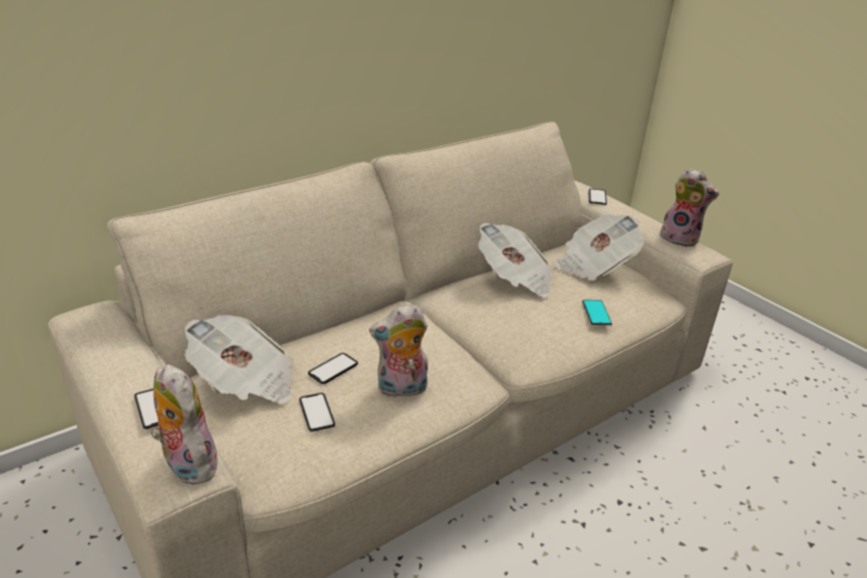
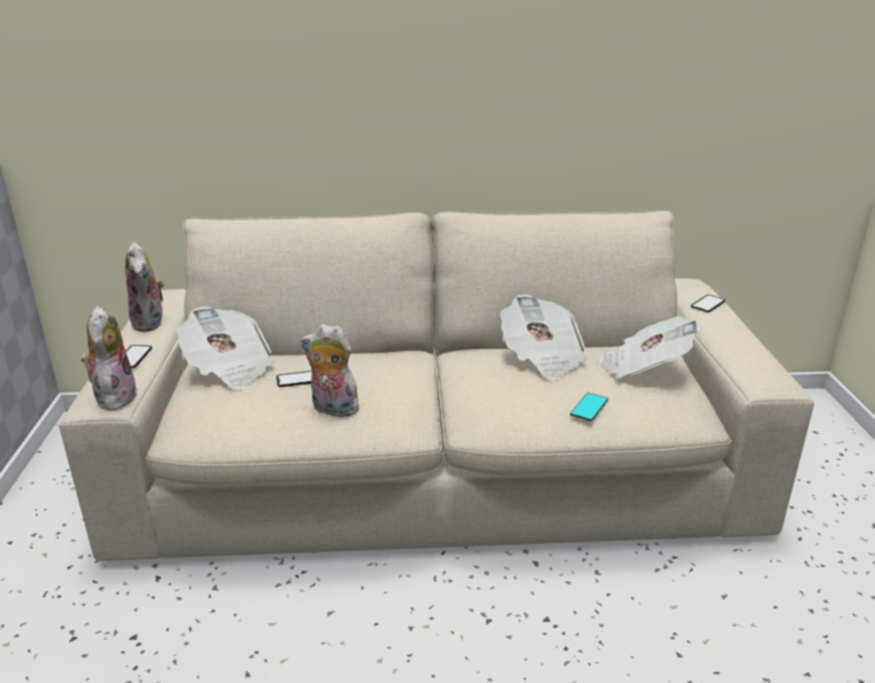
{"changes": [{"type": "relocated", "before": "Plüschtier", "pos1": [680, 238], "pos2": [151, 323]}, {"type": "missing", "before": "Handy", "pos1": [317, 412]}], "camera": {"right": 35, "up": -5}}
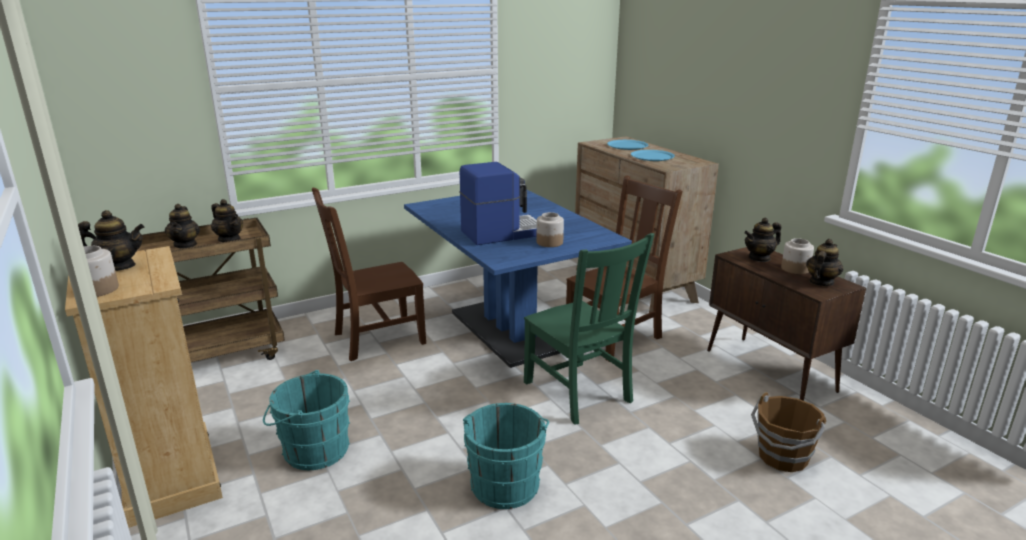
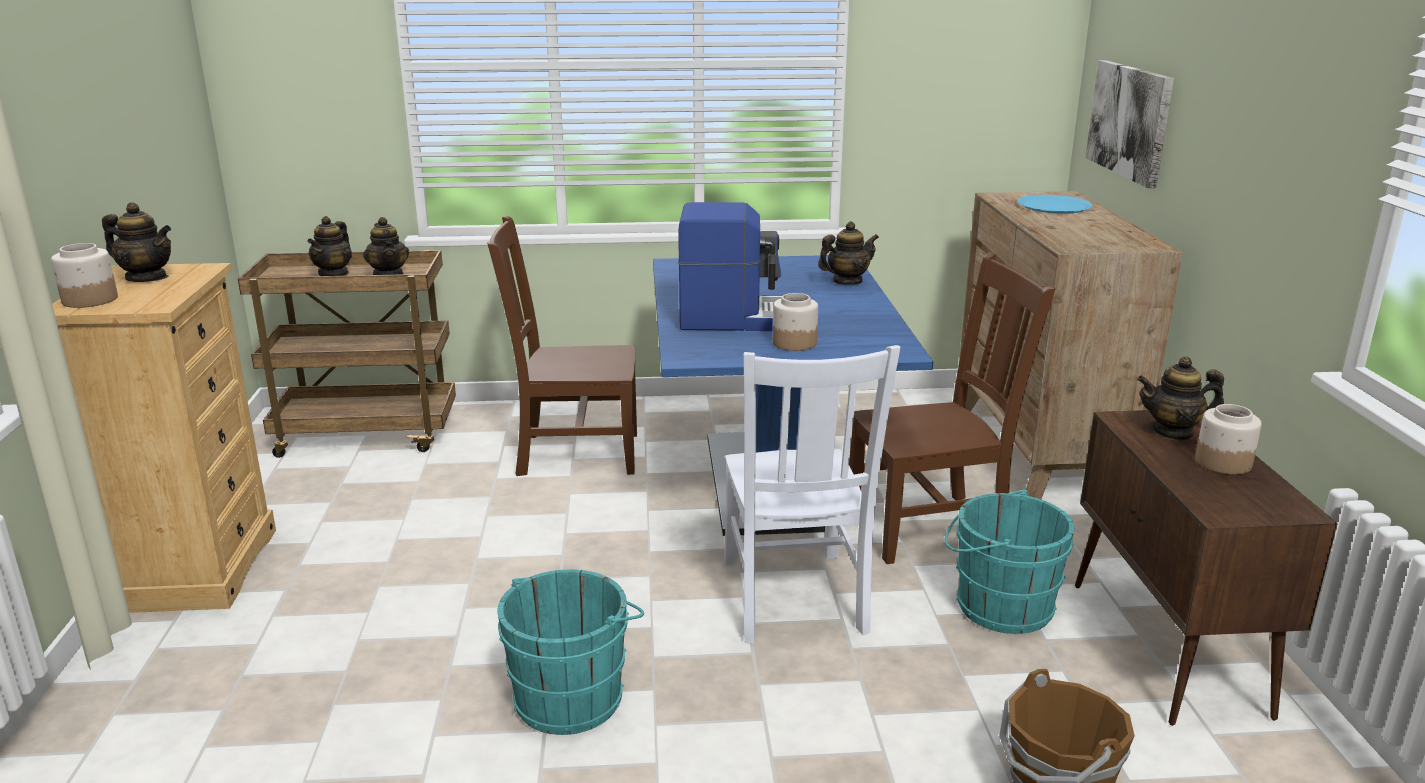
{"changes": [{"type": "missing", "before": "Teller/blau", "pos1": [652, 156]}, {"type": "colour", "before": "Stuhl/grün", "after": "Stuhl/weiß", "pos1": [579, 393], "pos2": [794, 599]}, {"type": "relocated", "before": "Teekanne", "pos1": [820, 282], "pos2": [847, 281]}, {"type": "relocated", "before": "Eimer/türkis", "pos1": [312, 450], "pos2": [998, 605]}, {"type": "appeared", "after": "Bild", "pos2": [1130, 121]}], "camera": {"right": 25, "up": 0}}
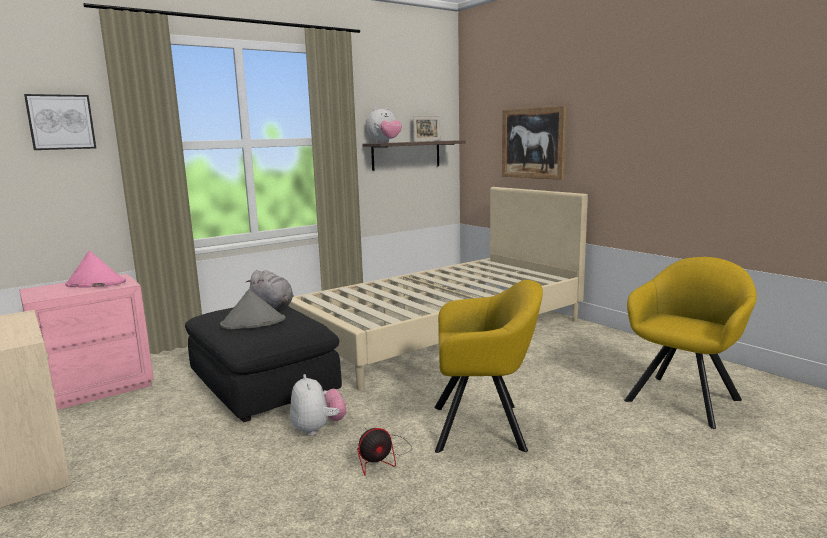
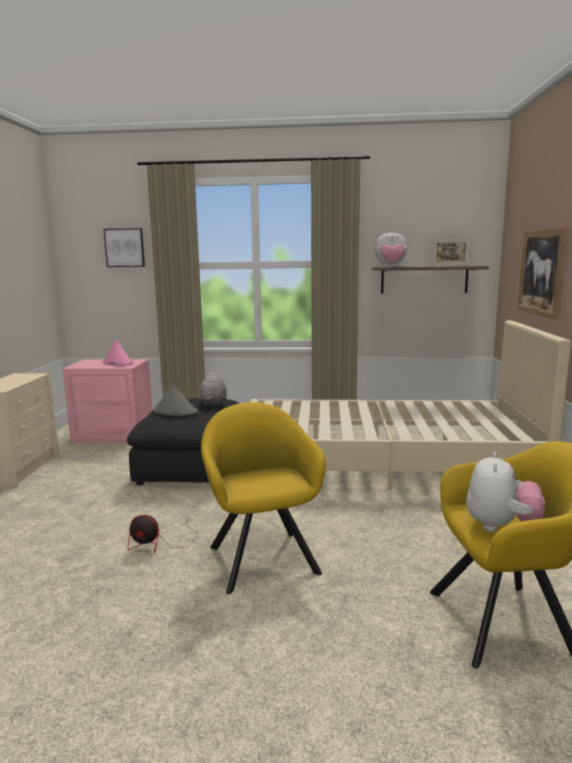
{"changes": [{"type": "spun", "before": "Sessel/gelb", "pos1": [485, 427], "pos2": [262, 556], "turn": -150}, {"type": "relocated", "before": "Plüschtier", "pos1": [318, 429], "pos2": [501, 526]}], "camera": {"right": 40, "up": 0}}
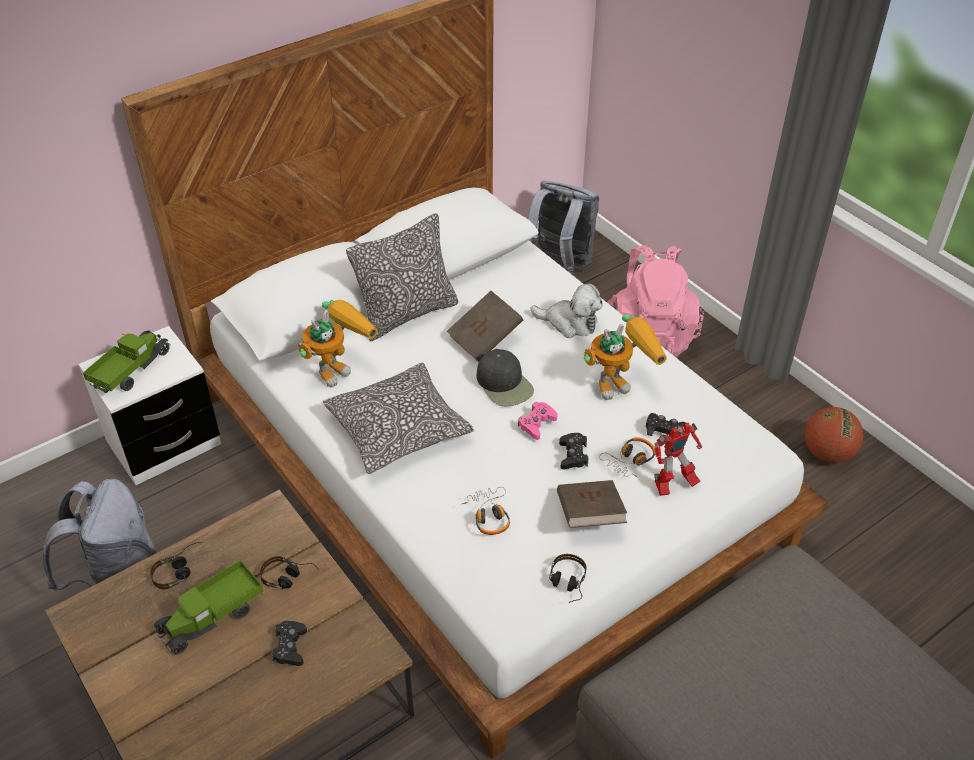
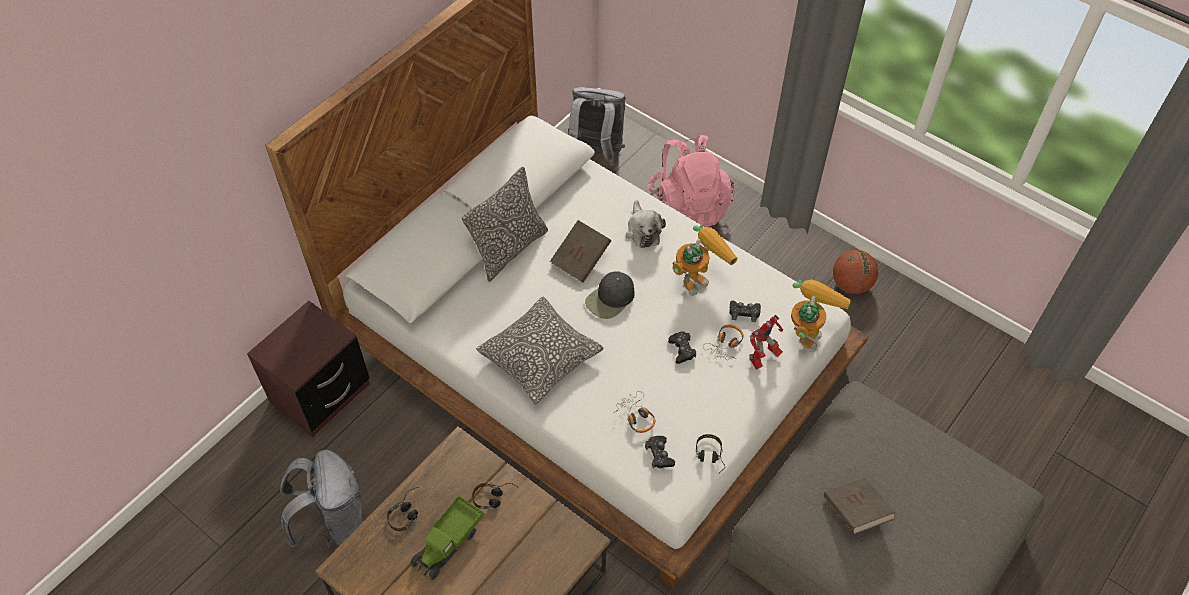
{"changes": [{"type": "spun", "before": "Plüschtier", "pos1": [569, 323], "pos2": [643, 230], "turn": 75}, {"type": "relocated", "before": "Spielzeugroboter", "pos1": [339, 366], "pos2": [808, 331]}, {"type": "colour", "before": "Nachttisch/weiß", "after": "Nachttisch/braun", "pos1": [164, 443], "pos2": [321, 394]}, {"type": "missing", "before": "Spielzeuglaster", "pos1": [131, 371]}, {"type": "spun", "before": "Kappe/schwarz", "pos1": [504, 384], "pos2": [610, 299], "turn": 90}, {"type": "missing", "before": "Gamepad/rosa", "pos1": [537, 424]}, {"type": "relocated", "before": "Buch/braun", "pos1": [589, 516], "pos2": [855, 512]}, {"type": "relocated", "before": "Gamepad/schwarz", "pos1": [290, 647], "pos2": [659, 455]}], "camera": {"right": -15, "up": 10}}
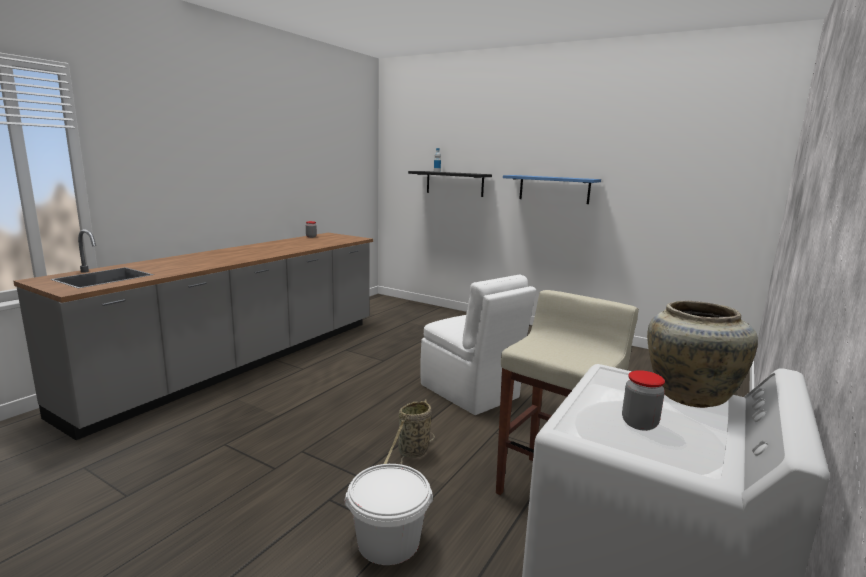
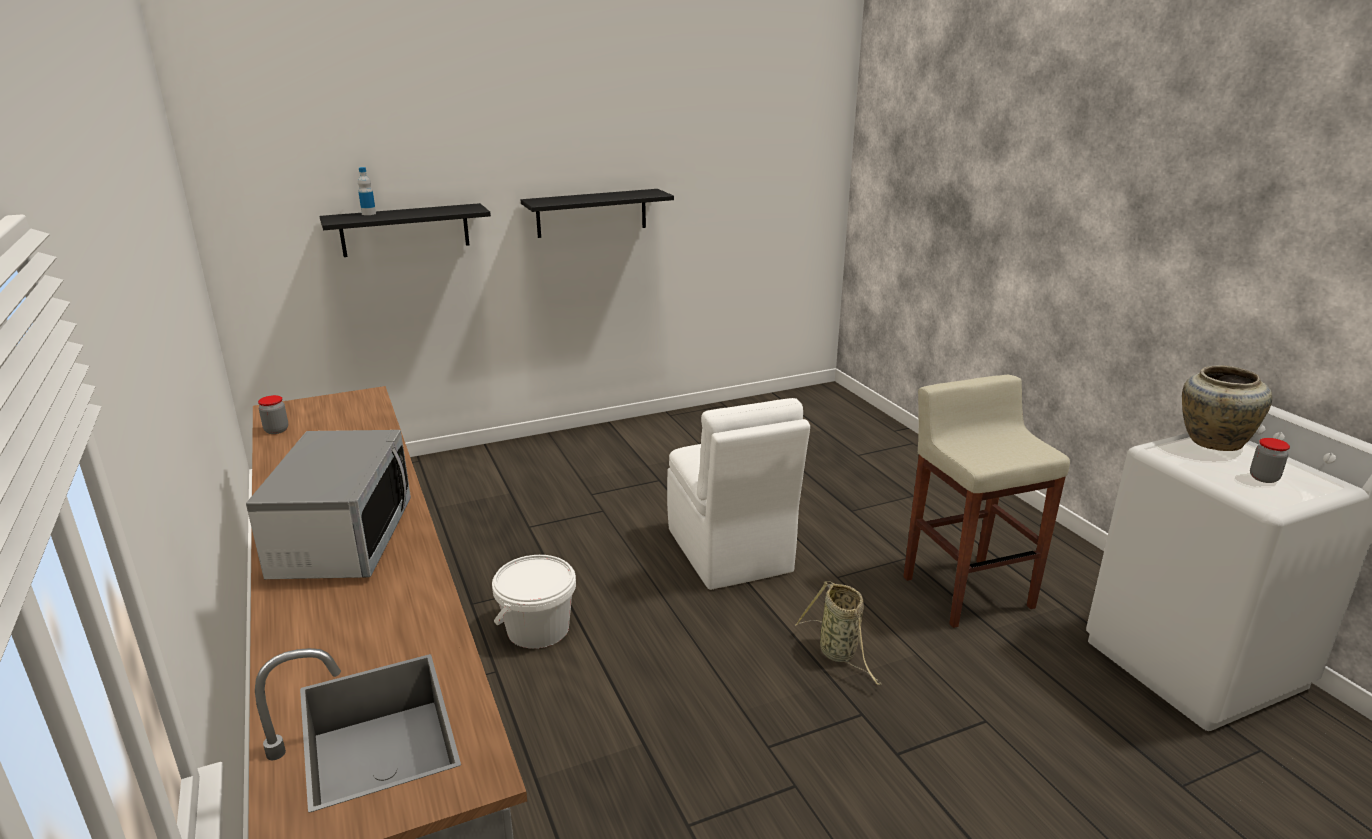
{"changes": [{"type": "colour", "before": "Wandregal/blau", "after": "Wandregal/schwarz", "pos1": [554, 189], "pos2": [591, 213]}, {"type": "spun", "before": "Stuhl/weiß", "pos1": [470, 392], "pos2": [730, 552], "turn": 75}, {"type": "relocated", "before": "Eimer/weiß", "pos1": [388, 541], "pos2": [538, 629]}, {"type": "appeared", "after": "Mikrowelle", "pos2": [342, 540]}], "camera": {"right": -55, "up": 10}}
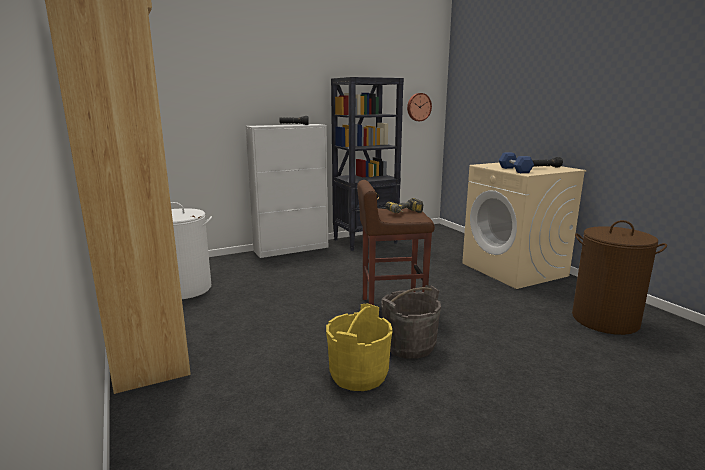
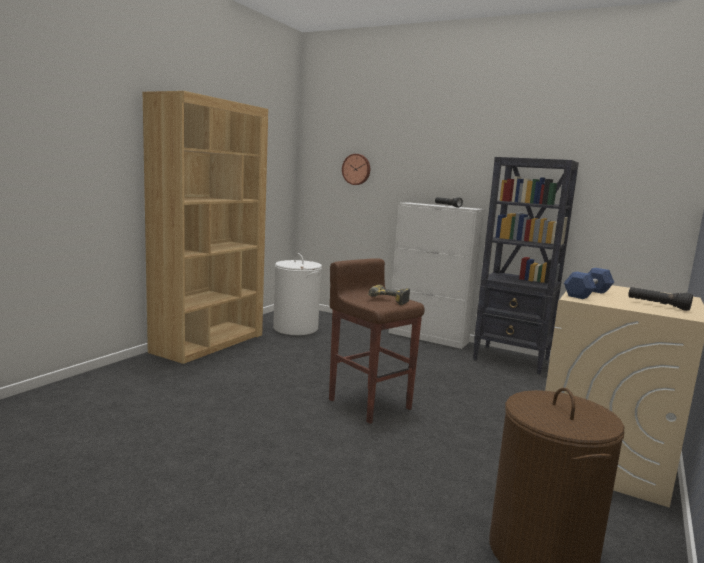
{"changes": [{"type": "relocated", "before": "Wanduhr", "pos1": [418, 107], "pos2": [356, 169]}, {"type": "missing", "before": "Eimer/grau", "pos1": [409, 346]}, {"type": "missing", "before": "Eimer/gelb", "pos1": [358, 375]}], "camera": {"right": 55, "up": -5}}
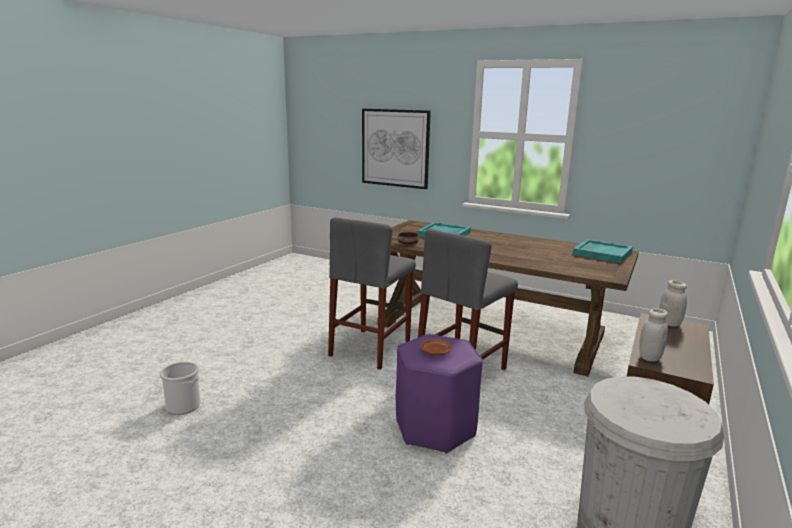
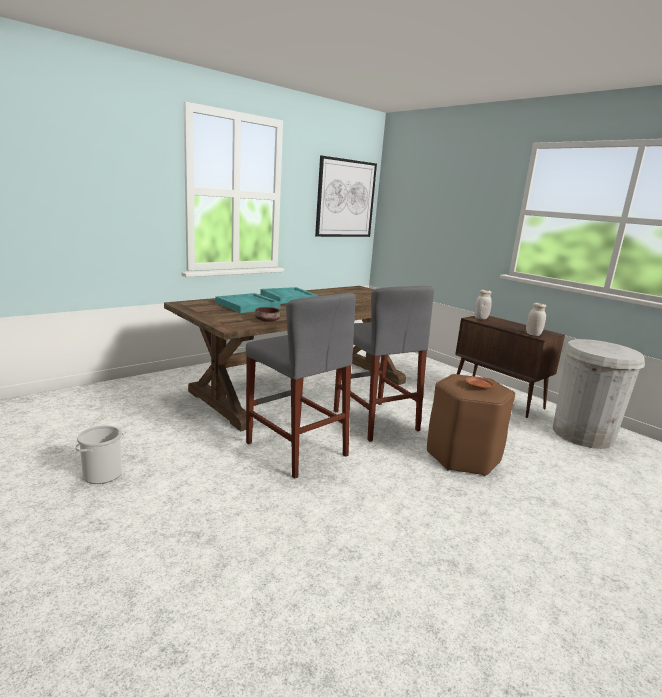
{"changes": [{"type": "relocated", "before": "Bild", "pos1": [395, 148], "pos2": [345, 199]}, {"type": "relocated", "before": "Tablett/türkis", "pos1": [602, 253], "pos2": [288, 297]}, {"type": "colour", "before": "Hocker/lila", "after": "Hocker/braun", "pos1": [435, 428], "pos2": [462, 457]}, {"type": "relocated", "before": "Eimer", "pos1": [184, 406], "pos2": [103, 474]}], "camera": {"right": -70, "up": 0}}
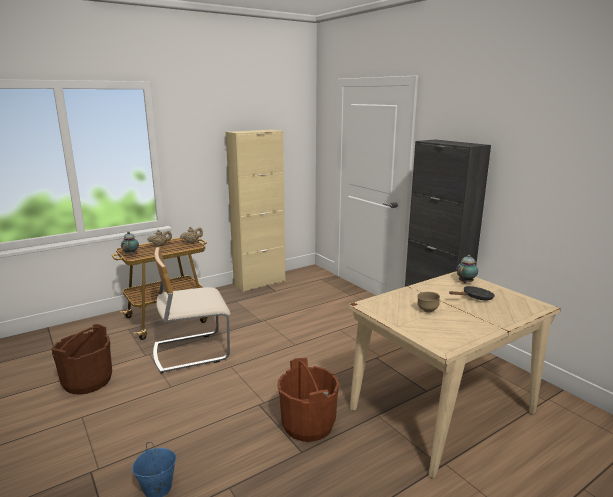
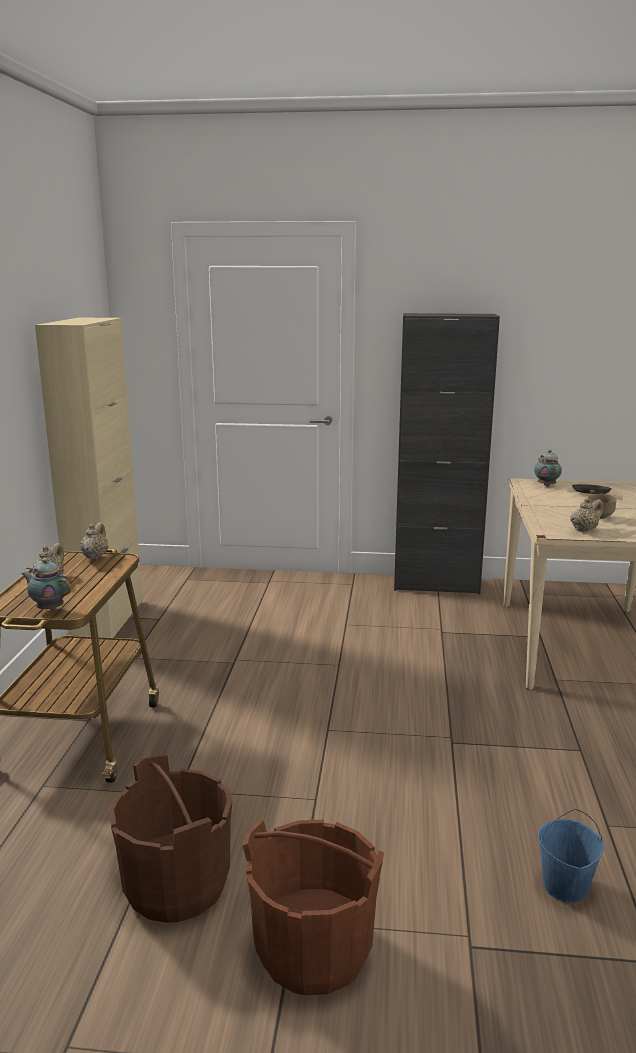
{"changes": [{"type": "missing", "before": "Stuhl/beige", "pos1": [191, 351]}, {"type": "relocated", "before": "Eimer/braun", "pos1": [308, 424], "pos2": [314, 949]}, {"type": "appeared", "after": "Teekanne/beige", "pos2": [584, 530]}], "camera": {"right": -50, "up": 0}}
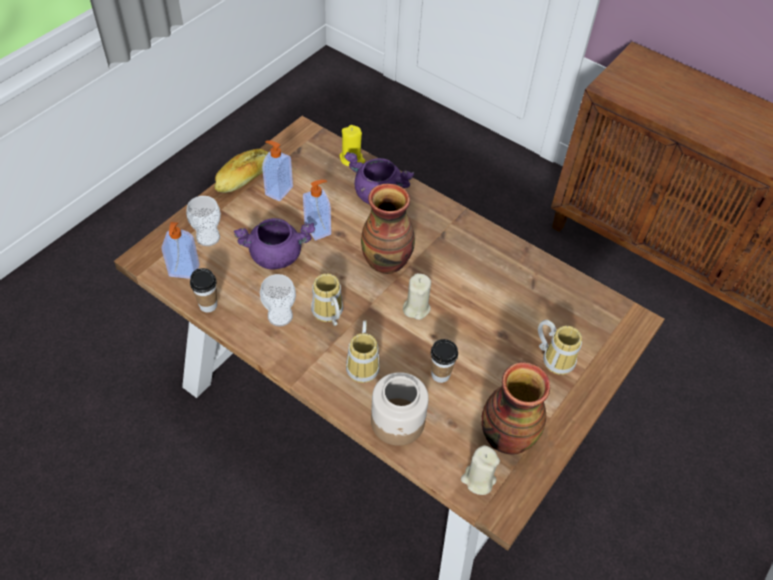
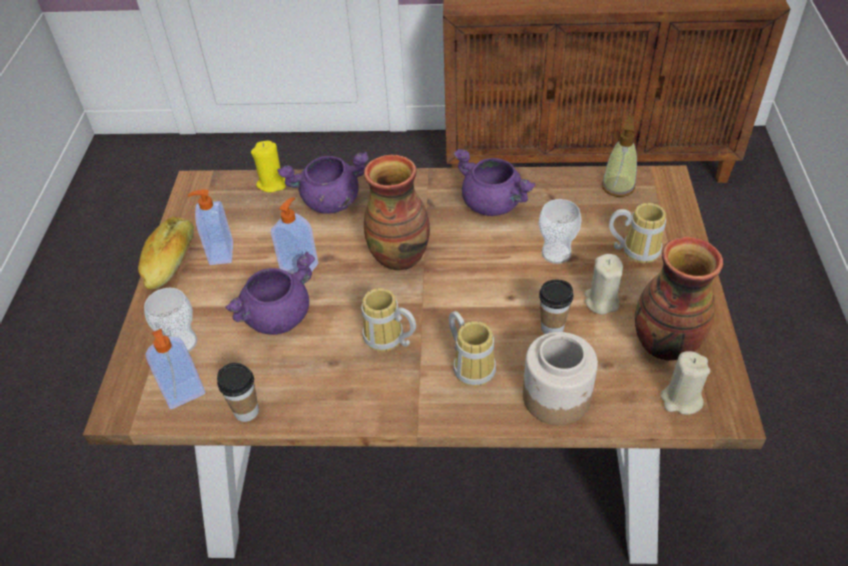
{"changes": [{"type": "relocated", "before": "Kerze/beige", "pos1": [416, 308], "pos2": [601, 301]}, {"type": "relocated", "before": "Tasse", "pos1": [280, 316], "pos2": [556, 253]}, {"type": "appeared", "after": "Seifenspender", "pos2": [618, 186]}, {"type": "appeared", "after": "Kochtopf/lila", "pos2": [493, 204]}], "camera": {"right": -30, "up": -5}}
